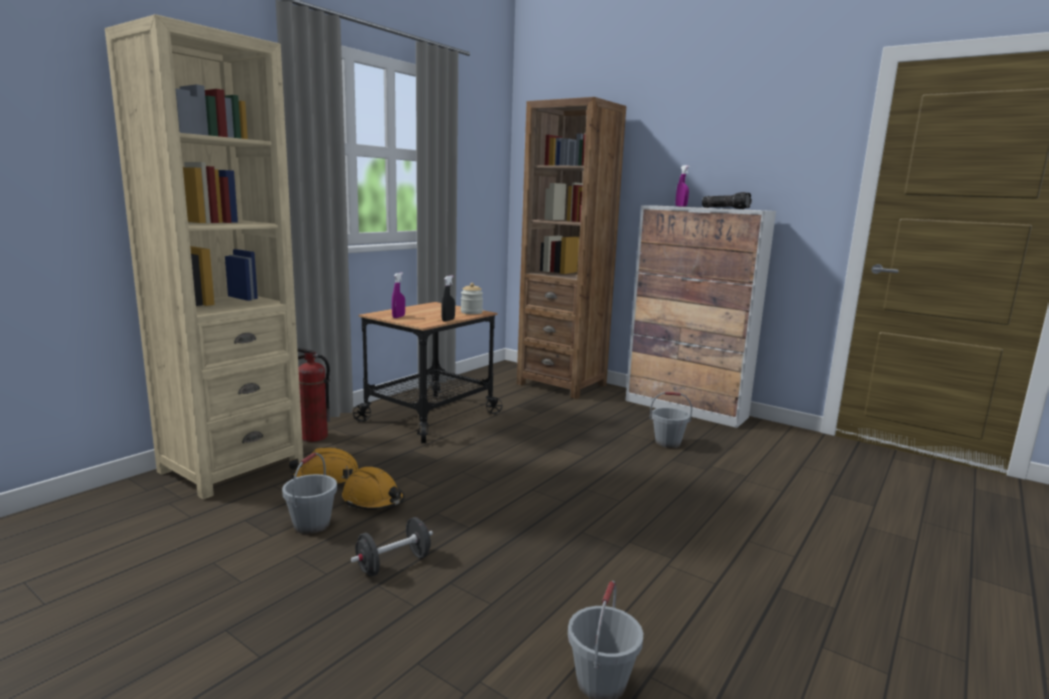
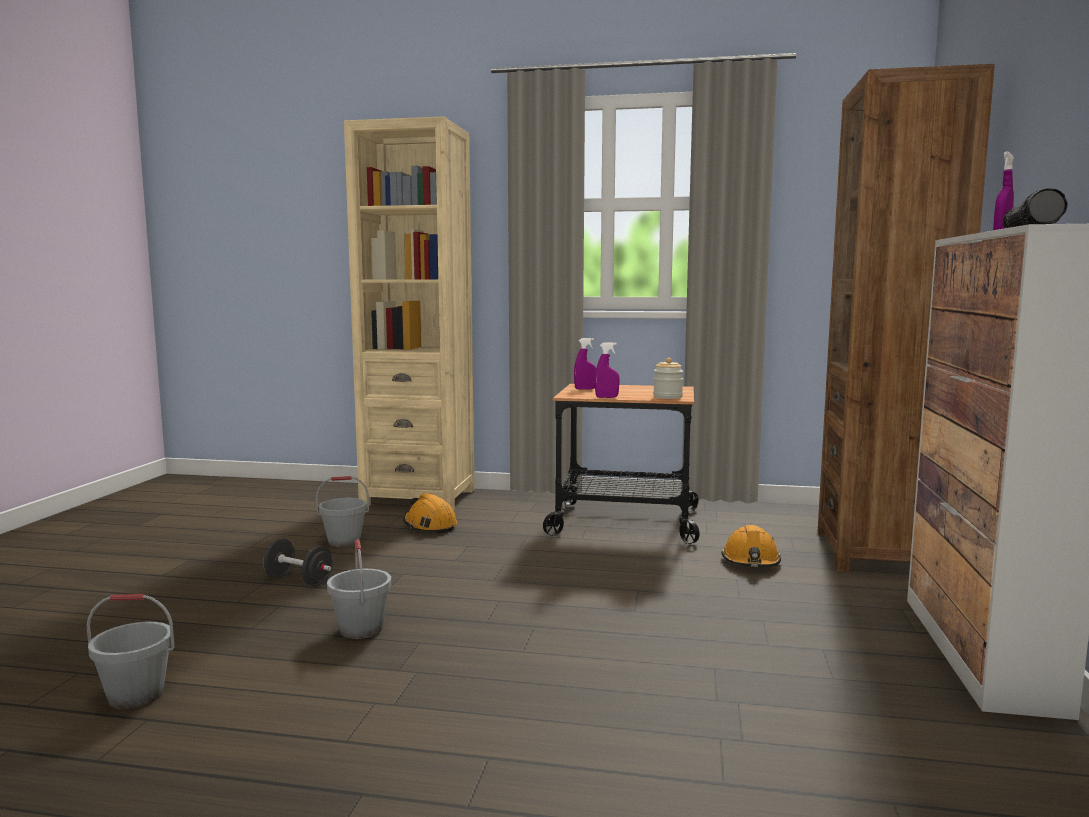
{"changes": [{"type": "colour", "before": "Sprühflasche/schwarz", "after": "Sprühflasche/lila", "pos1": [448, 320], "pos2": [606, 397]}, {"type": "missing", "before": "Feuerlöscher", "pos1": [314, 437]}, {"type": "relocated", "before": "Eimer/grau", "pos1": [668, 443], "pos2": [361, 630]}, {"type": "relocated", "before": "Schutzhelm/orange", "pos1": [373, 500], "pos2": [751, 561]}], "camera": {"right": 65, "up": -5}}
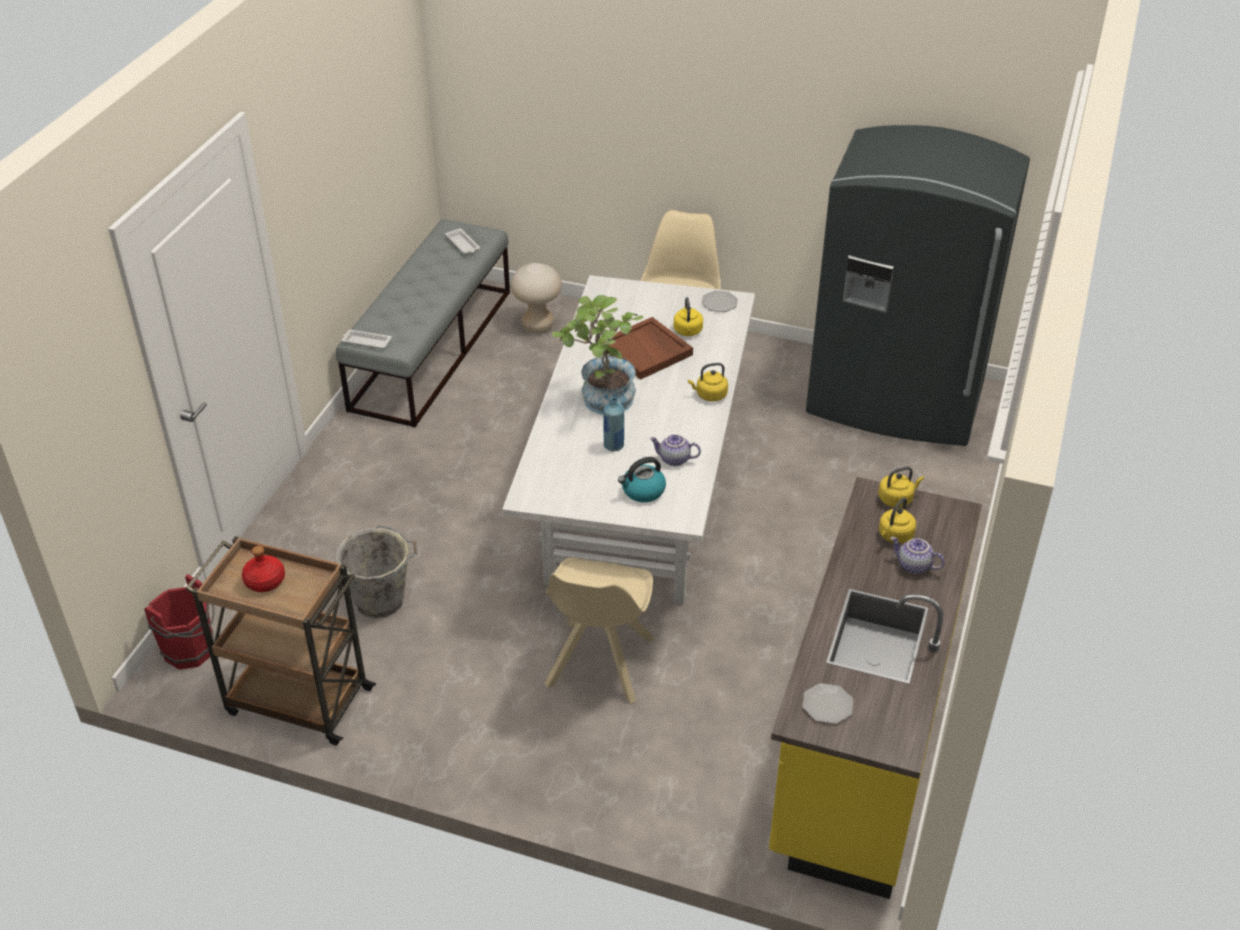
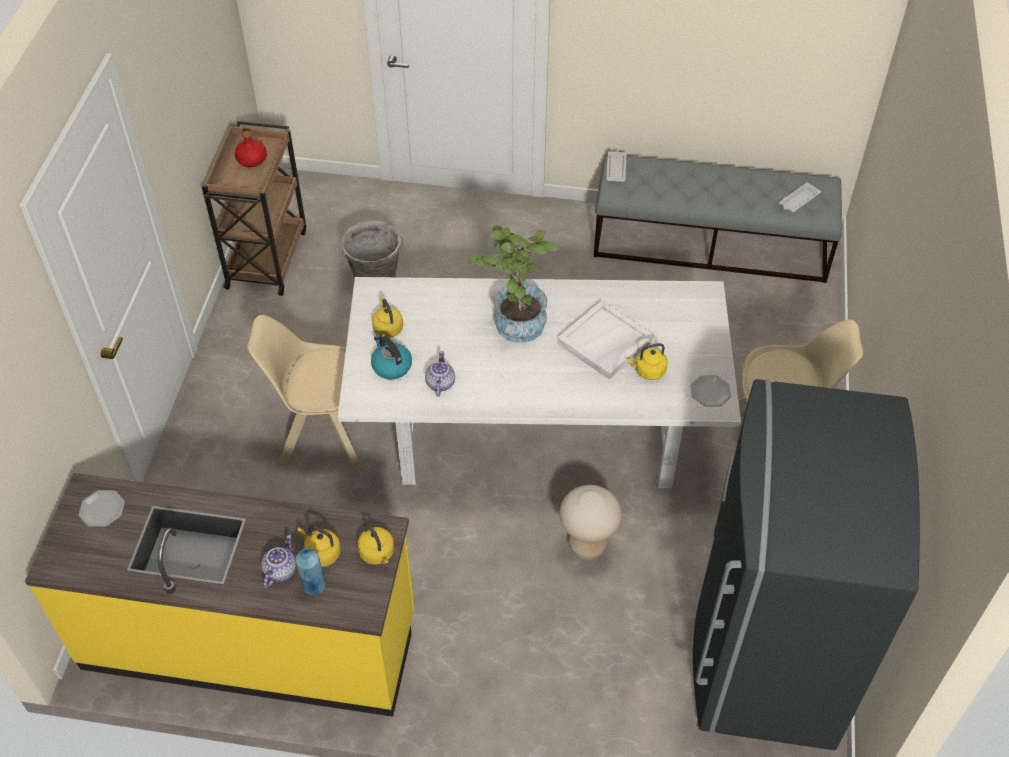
{"changes": [{"type": "relocated", "before": "Hocker/beige", "pos1": [538, 327], "pos2": [587, 546]}, {"type": "colour", "before": "Tablett/braun", "after": "Tablett/weiß", "pos1": [647, 351], "pos2": [605, 343]}, {"type": "relocated", "before": "Wasserkessel/gelb", "pos1": [709, 395], "pos2": [387, 328]}, {"type": "relocated", "before": "Flasche/blau", "pos1": [613, 446], "pos2": [314, 586]}, {"type": "missing", "before": "Eimer/rot", "pos1": [192, 652]}], "camera": {"right": 80, "up": 10}}
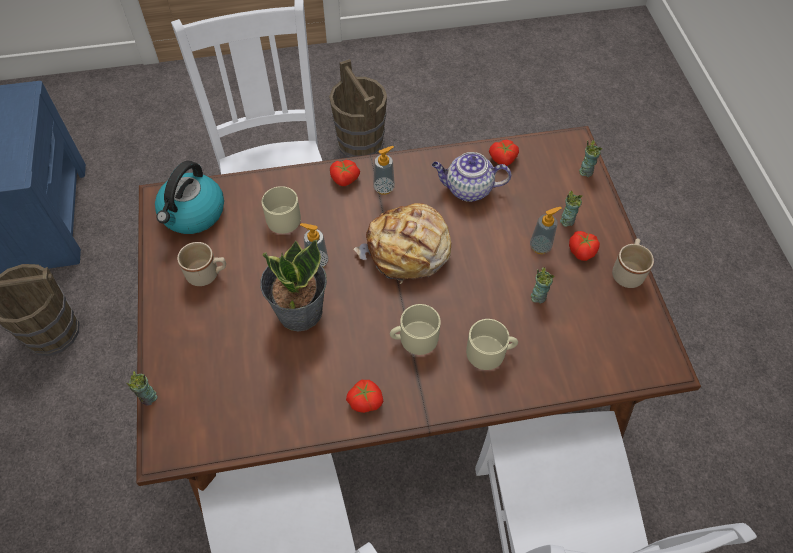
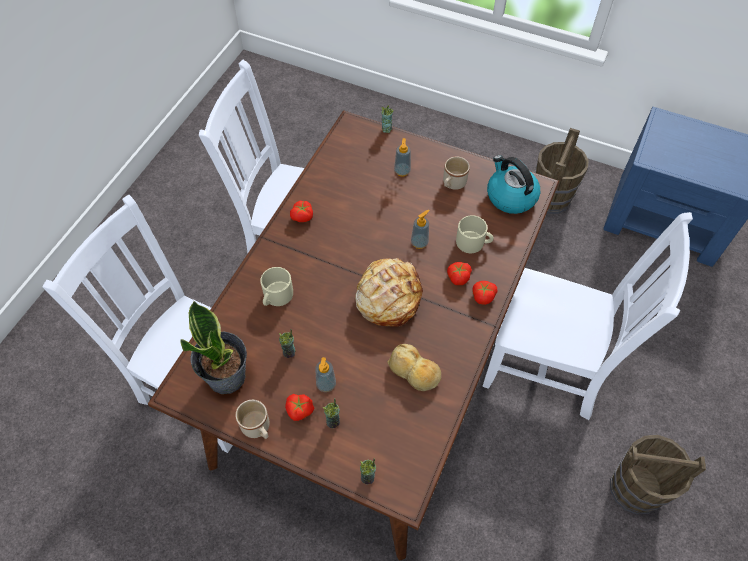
{"changes": [{"type": "relocated", "before": "Tomate", "pos1": [503, 159], "pos2": [457, 277]}, {"type": "relocated", "before": "Seifenspender", "pos1": [384, 187], "pos2": [402, 171]}, {"type": "exchanged", "before": "Teekanne", "after": "Brot", "pos1": [467, 189], "pos2": [414, 372]}, {"type": "relocated", "before": "Topfpflanze", "pos1": [299, 311], "pos2": [227, 376]}, {"type": "missing", "before": "Henkelbecher/beige", "pos1": [414, 338]}], "camera": {"right": 125, "up": 0}}
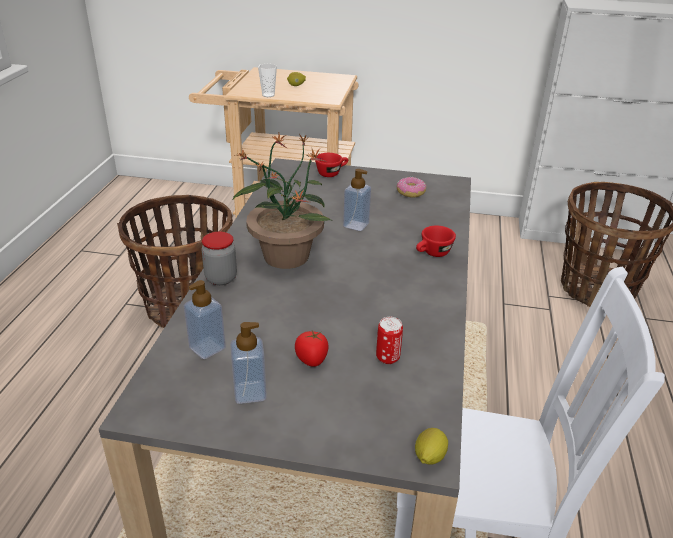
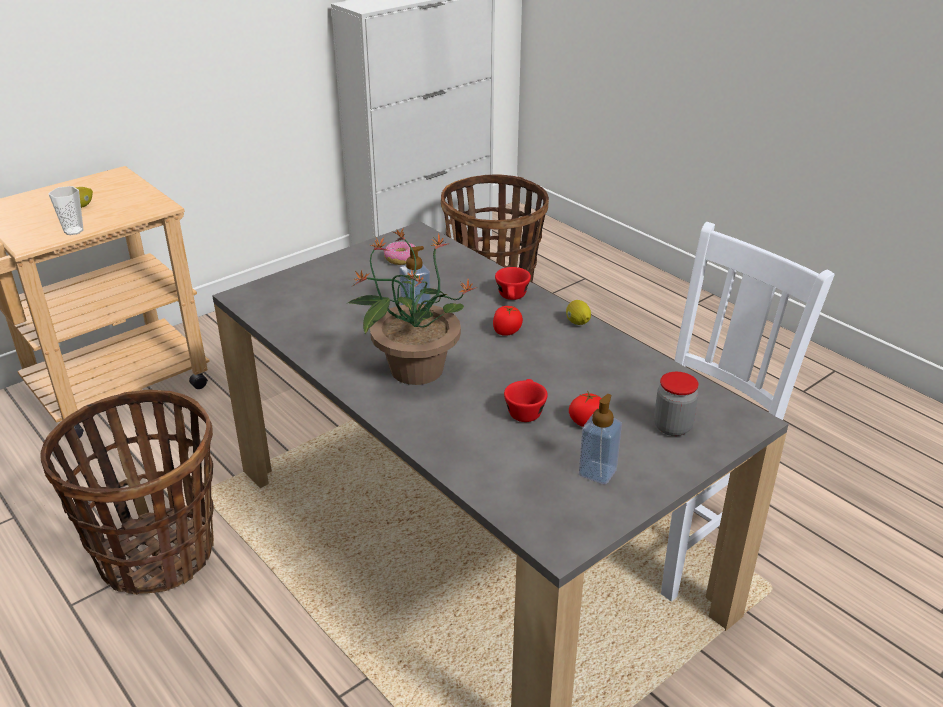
{"changes": [{"type": "relocated", "before": "Tasse/rot", "pos1": [331, 173], "pos2": [524, 410]}, {"type": "relocated", "before": "Vorratsglas", "pos1": [221, 278], "pos2": [672, 427]}, {"type": "missing", "before": "Seifenspender", "pos1": [207, 348]}, {"type": "missing", "before": "Dose", "pos1": [387, 357]}, {"type": "relocated", "before": "Zitrone", "pos1": [429, 457], "pos2": [577, 323]}, {"type": "appeared", "after": "Tomate", "pos2": [506, 331]}], "camera": {"right": -50, "up": 0}}
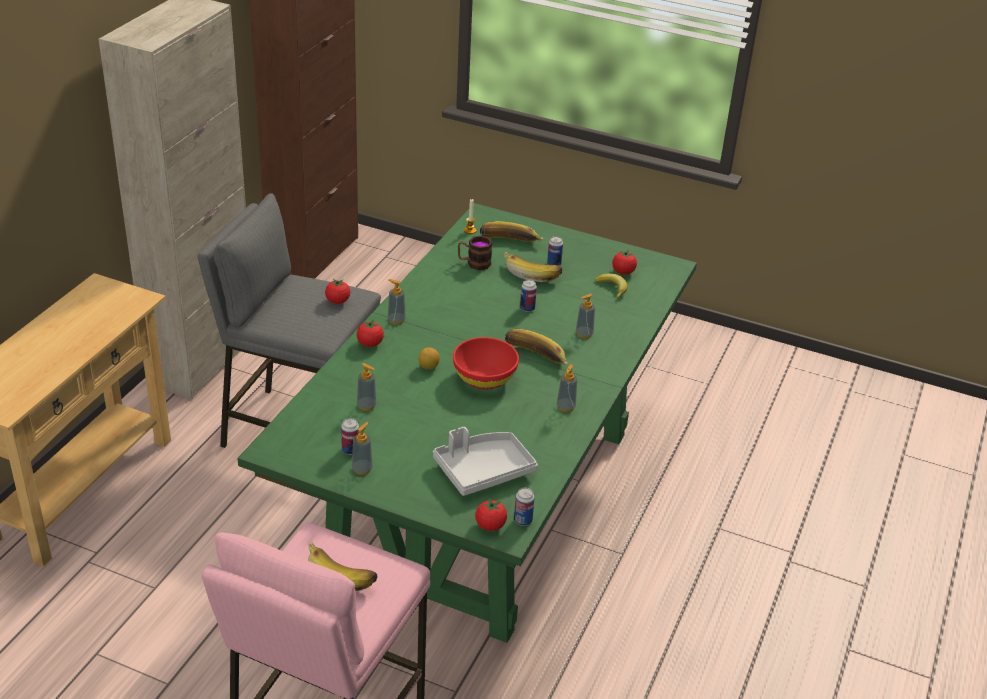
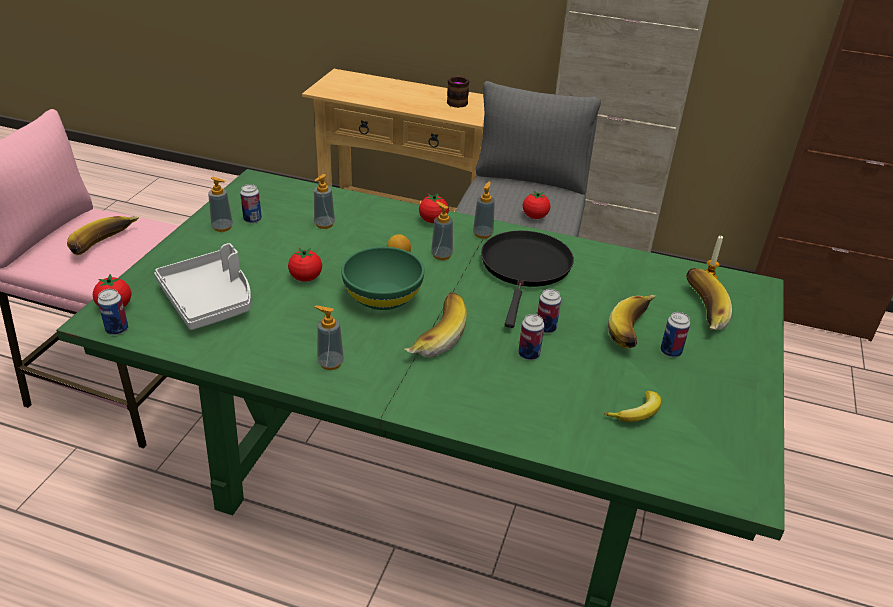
{"changes": [{"type": "relocated", "before": "Henkelbecher", "pos1": [474, 263], "pos2": [457, 101]}, {"type": "relocated", "before": "Tomate", "pos1": [623, 272], "pos2": [306, 278]}, {"type": "relocated", "before": "Seifenspender", "pos1": [584, 334], "pos2": [441, 255]}, {"type": "colour", "before": "Schüssel/rot", "after": "Schüssel/grün", "pos1": [485, 378], "pos2": [383, 297]}, {"type": "appeared", "after": "Pfanne/schwarz", "pos2": [525, 268]}, {"type": "appeared", "after": "Dose", "pos2": [529, 354]}], "camera": {"right": 85, "up": 0}}
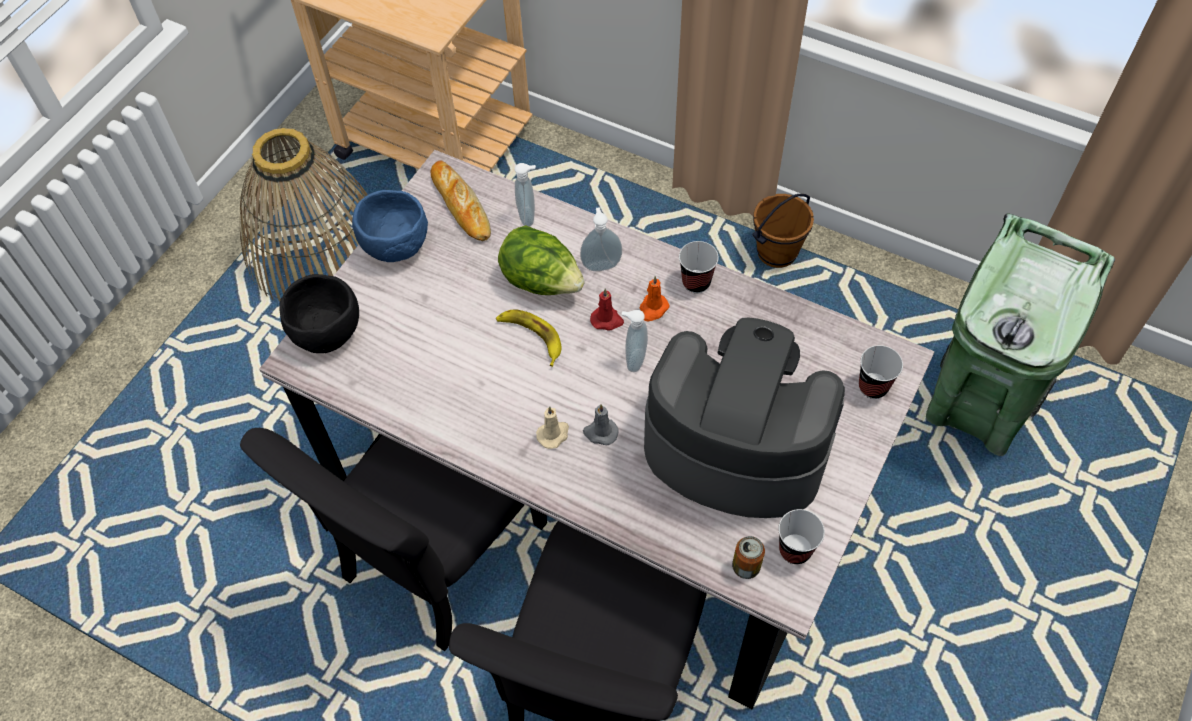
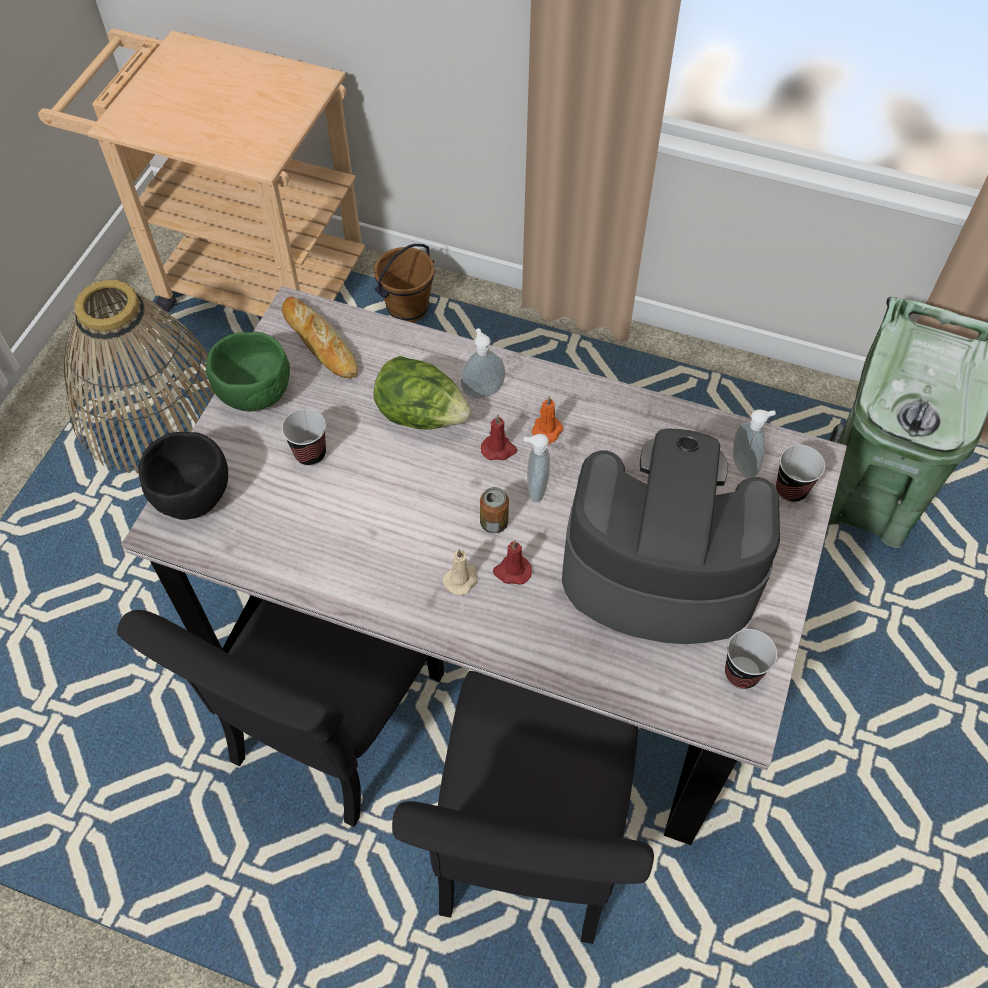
{"changes": [{"type": "relocated", "before": "Seifenspender", "pos1": [528, 216], "pos2": [745, 464]}, {"type": "colour", "before": "Schüssel/blau", "after": "Schüssel/grün", "pos1": [395, 247], "pos2": [254, 395]}, {"type": "relocated", "before": "Eimer/braun", "pos1": [777, 254], "pos2": [408, 310]}, {"type": "relocated", "before": "Tasse", "pos1": [696, 282], "pos2": [310, 454]}, {"type": "missing", "before": "Banane", "pos1": [531, 337]}, {"type": "colour", "before": "Kerze/grau", "after": "Kerze/rot", "pos1": [600, 433], "pos2": [512, 571]}, {"type": "relocated", "before": "Dose", "pos1": [746, 566], "pos2": [494, 523]}], "camera": {"right": -10, "up": 0}}
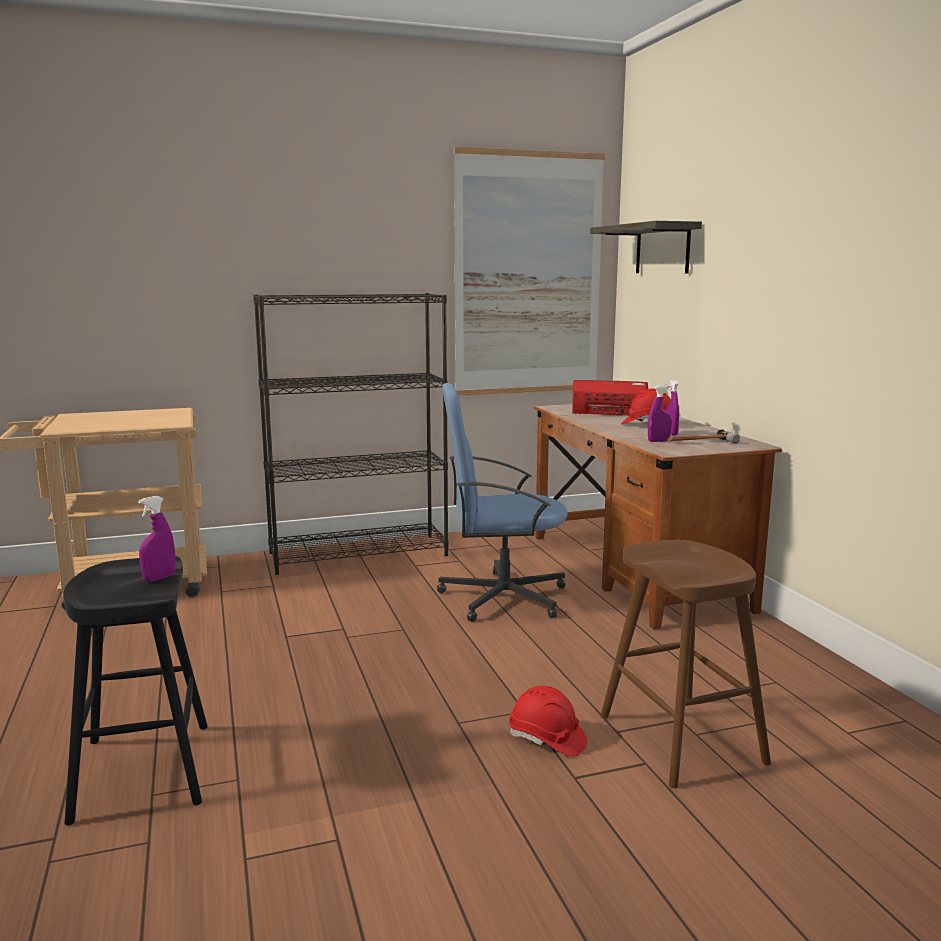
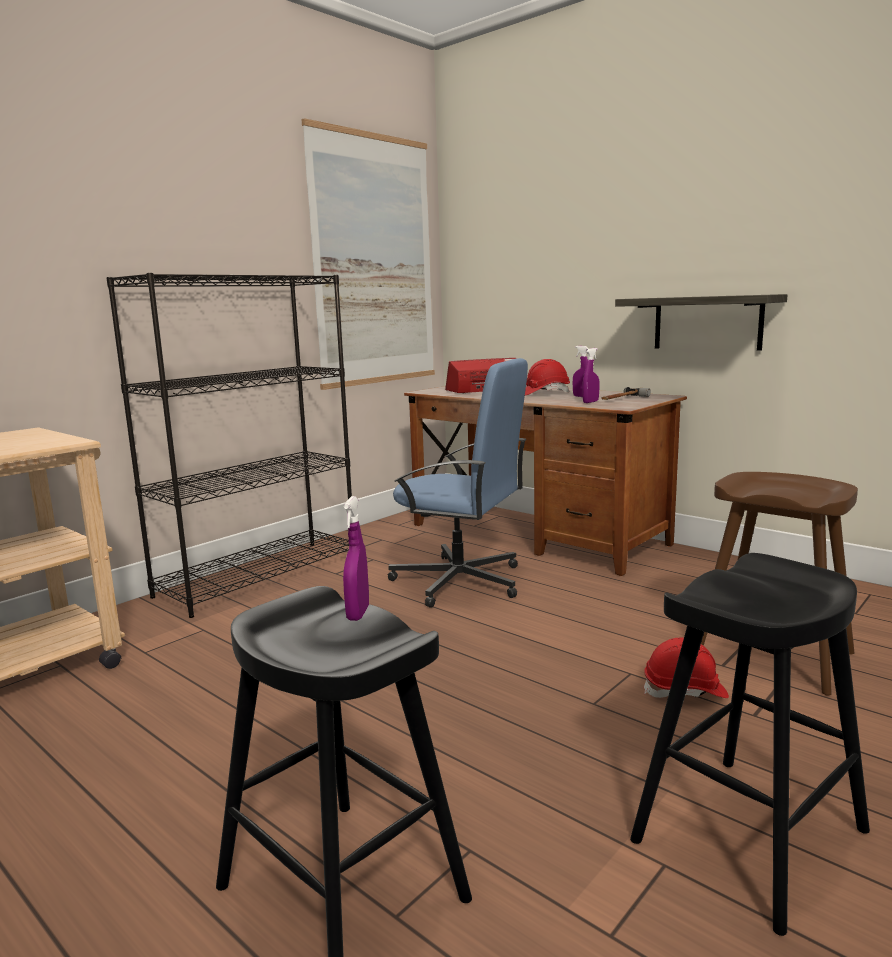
{"changes": [{"type": "relocated", "before": "Wandregal", "pos1": [662, 249], "pos2": [707, 323]}, {"type": "spun", "before": "Bürostuhl/blau", "pos1": [501, 597], "pos2": [460, 582], "turn": -120}, {"type": "appeared", "after": "Hocker/schwarz", "pos2": [750, 835]}], "camera": {"right": -30, "up": 0}}
